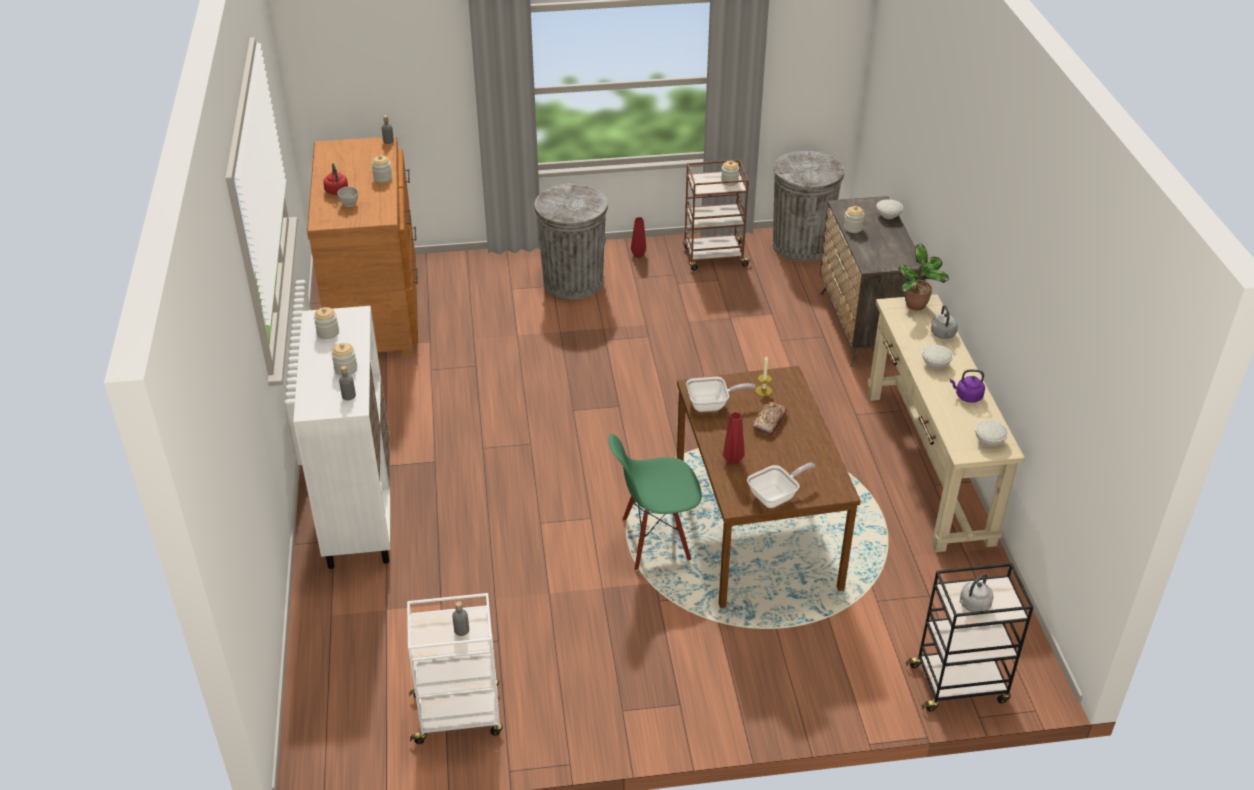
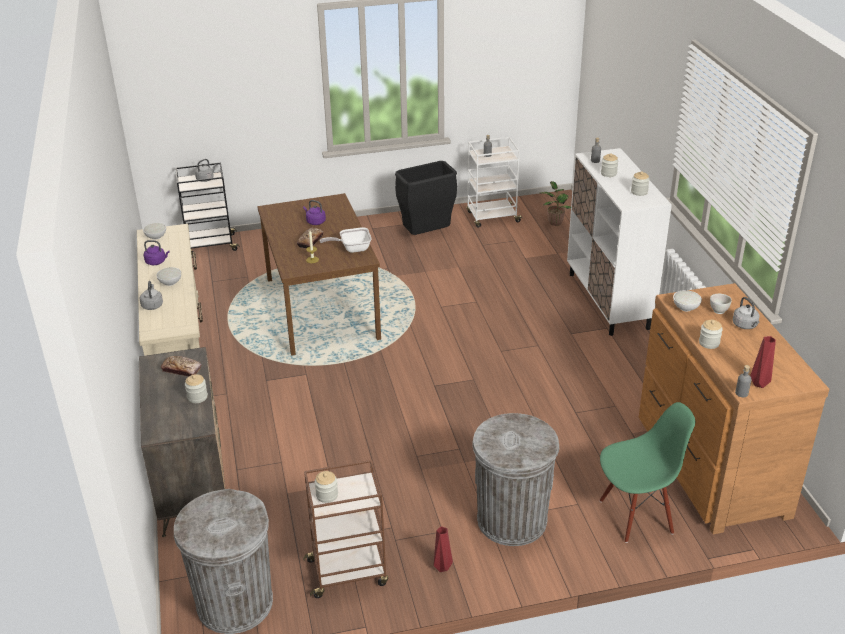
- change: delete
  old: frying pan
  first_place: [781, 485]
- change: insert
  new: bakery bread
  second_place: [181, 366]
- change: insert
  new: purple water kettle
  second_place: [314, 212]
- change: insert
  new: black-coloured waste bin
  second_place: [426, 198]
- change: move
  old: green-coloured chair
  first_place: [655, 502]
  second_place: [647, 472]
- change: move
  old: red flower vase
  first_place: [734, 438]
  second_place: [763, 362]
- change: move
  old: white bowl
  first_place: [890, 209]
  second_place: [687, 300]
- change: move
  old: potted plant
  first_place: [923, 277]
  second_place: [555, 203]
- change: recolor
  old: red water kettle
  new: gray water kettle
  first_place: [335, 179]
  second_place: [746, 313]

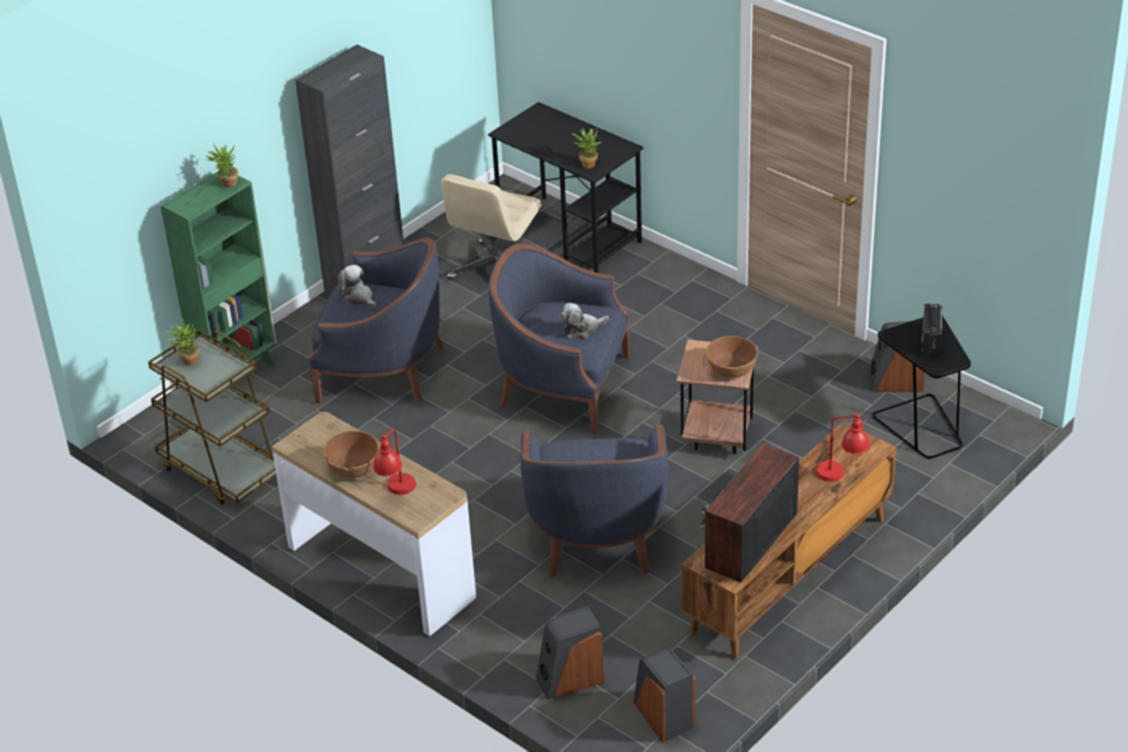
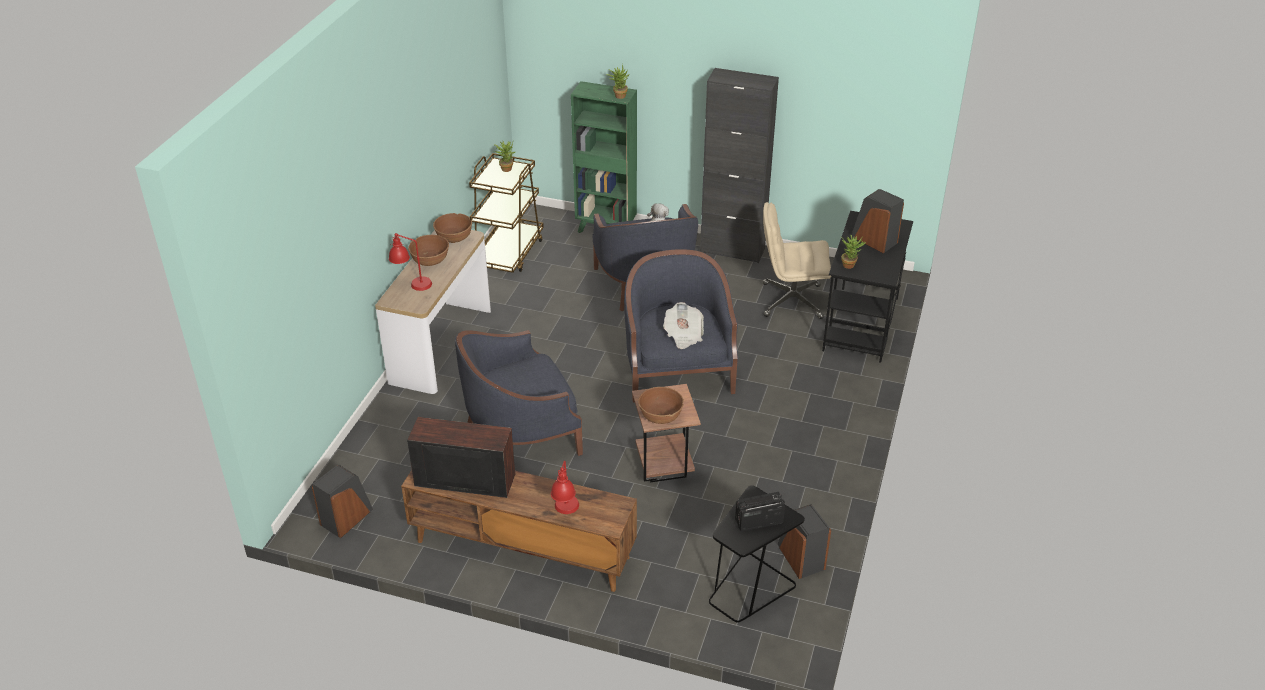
- change: insert
  new: brown bowl
  second_place: [452, 228]
- change: move
  old: loudspeaker
  first_place: [570, 652]
  second_place: [878, 221]
- change: replace
  old: plush toy
  new: daily paper
  first_place: [584, 321]
  second_place: [683, 325]

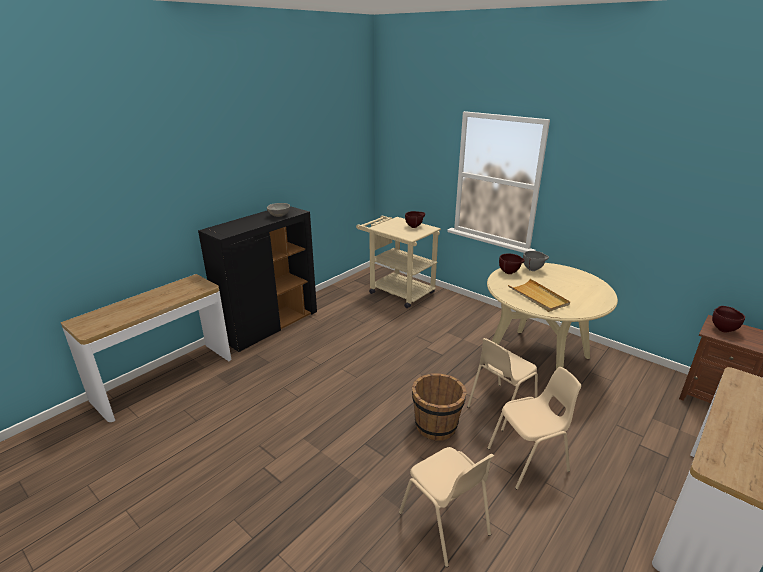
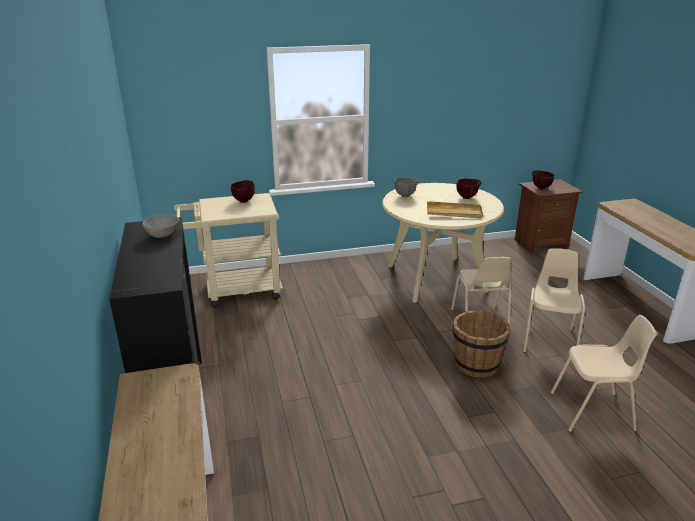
- change: move
  old: brown bowl
  first_place: [512, 264]
  second_place: [469, 188]

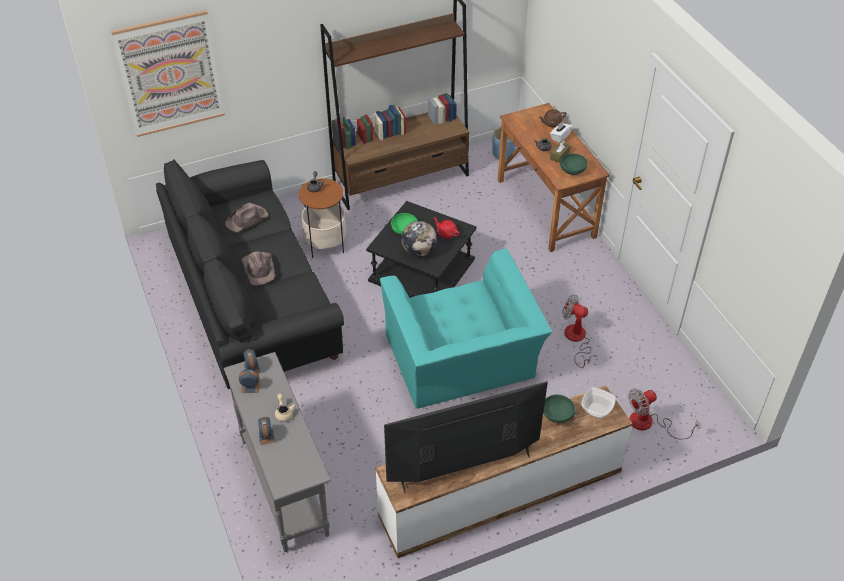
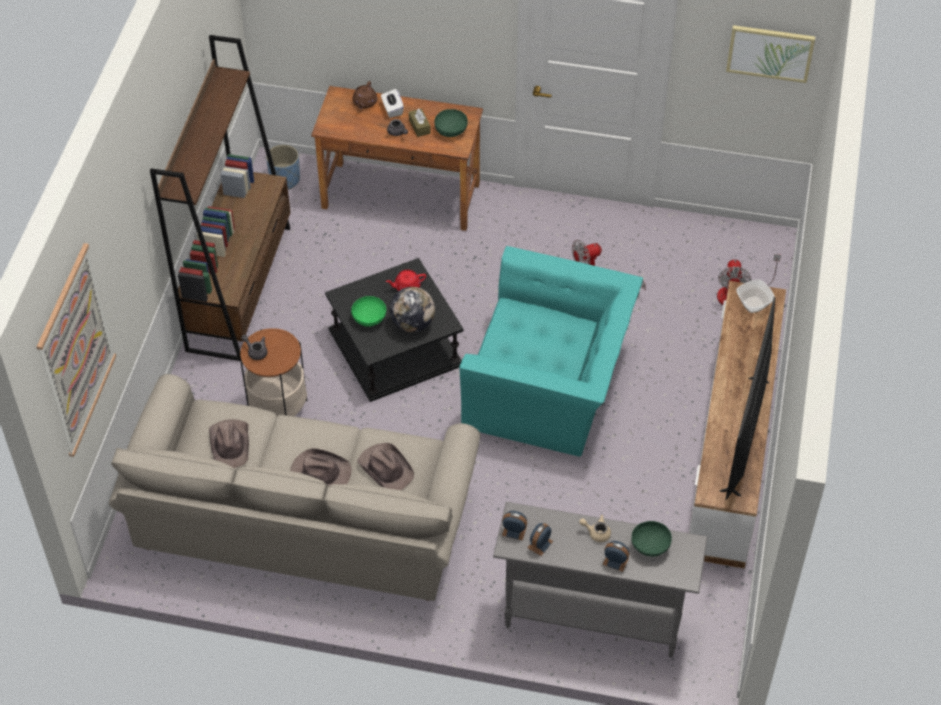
- change: insert
  new: brown hat
  second_place: [385, 466]
- change: insert
  new: picture
  second_place: [770, 54]
- change: move
  old: green-coloured bowl
  first_place: [559, 408]
  second_place: [651, 539]
- change: recolor
  old: black-coloured sofa
  new: sand-coloured sofa
  first_place: [250, 274]
  second_place: [294, 487]

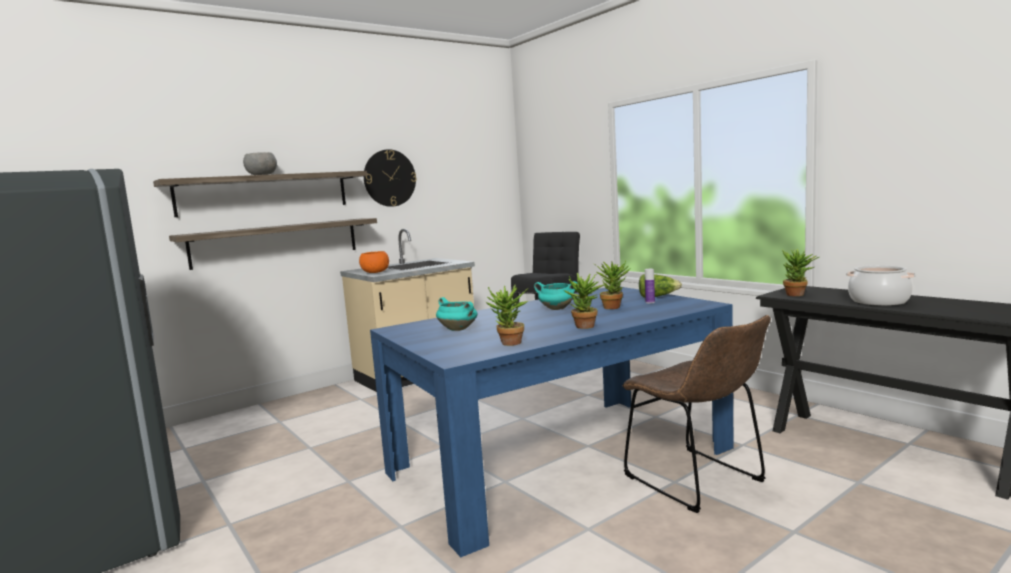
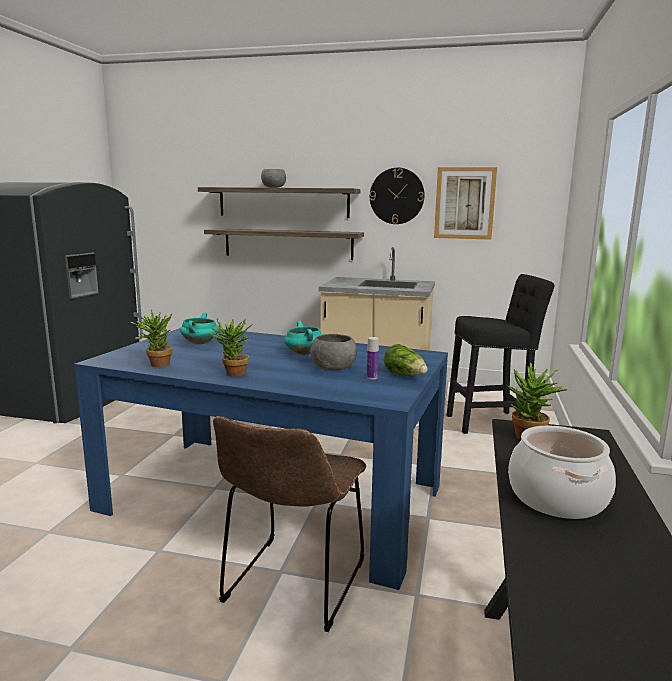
- change: delete
  old: orange-coloured bowl
  first_place: [374, 262]
- change: insert
  new: picture
  second_place: [465, 203]
- change: replace
  old: potted plant
  new: gray bowl
  first_place: [612, 285]
  second_place: [333, 352]

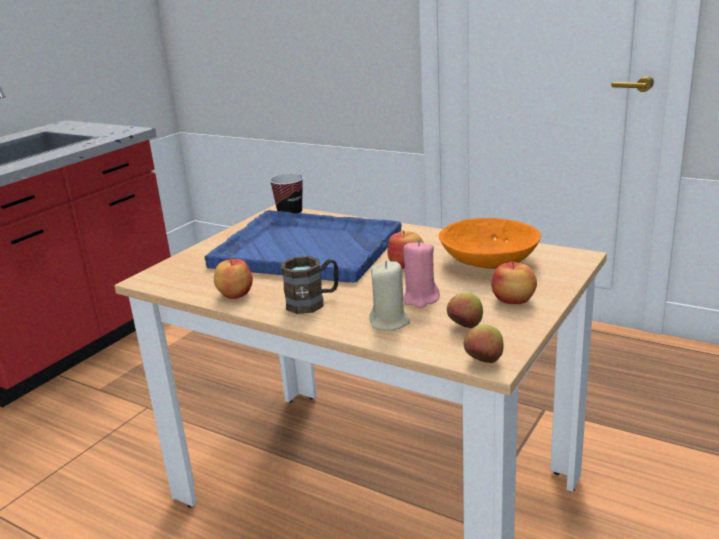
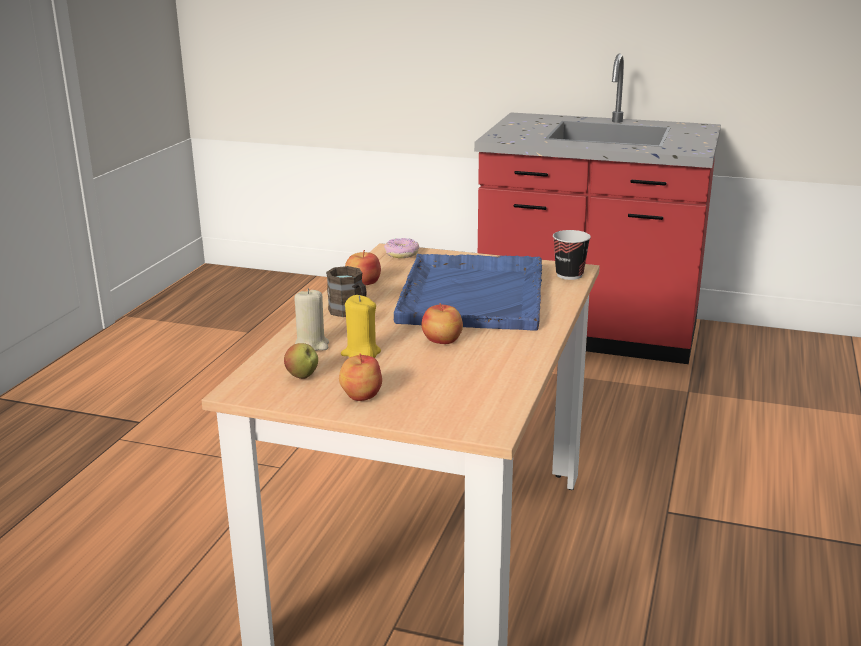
- change: delete
  old: orange-coloured bowl
  first_place: [489, 243]
- change: delete
  old: apple
  first_place: [484, 344]
- change: insert
  new: ring doughnut
  second_place: [401, 248]
- change: recolor
  old: pink-coloured wax candle
  new: yellowish wax candle
  first_place: [421, 274]
  second_place: [361, 326]

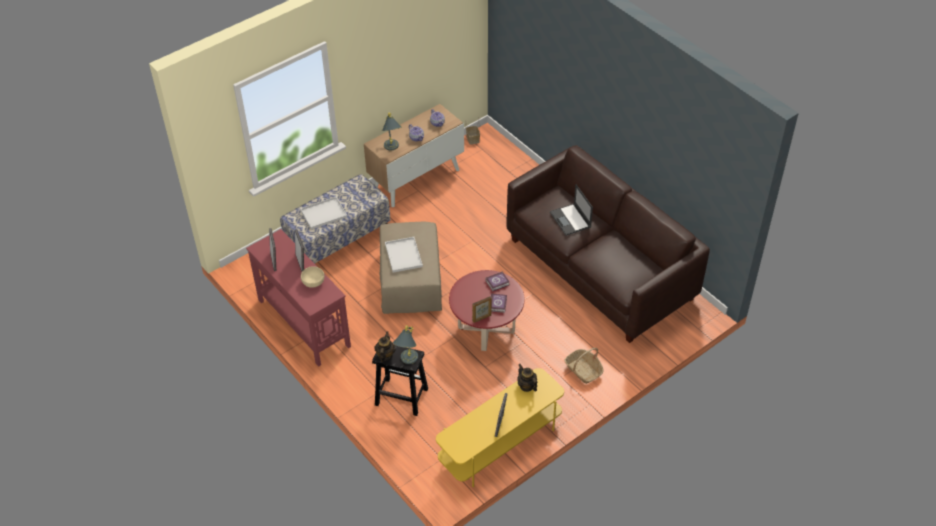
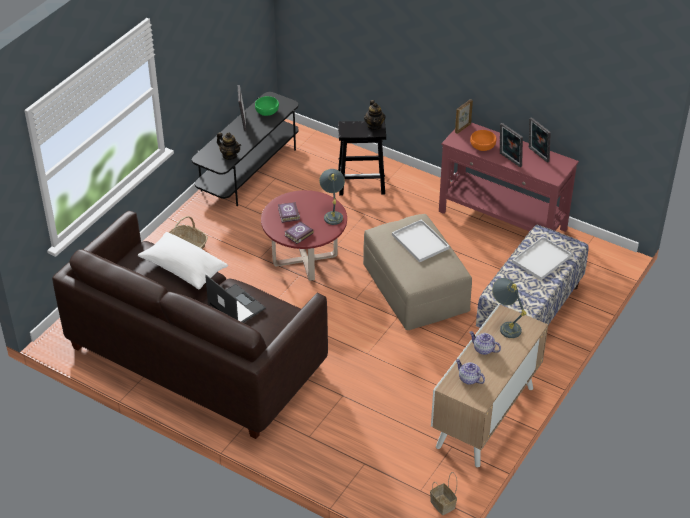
- change: insert
  new: white cushion
  second_place: [183, 260]
- change: insert
  new: green-coloured bowl
  second_place: [267, 106]
- change: move
  old: gray lamp for a table
  first_place: [405, 344]
  second_place: [332, 197]
- change: move
  old: standing frame
  first_place: [482, 309]
  second_place: [464, 116]
- change: recolor
  old: sand-coloured bowl
  new: orange-coloured bowl
  first_place: [313, 277]
  second_place: [483, 140]
- change: recolor
  old: yellowish tv stand
  new: black-coloured tv stand
  first_place: [500, 427]
  second_place: [245, 149]

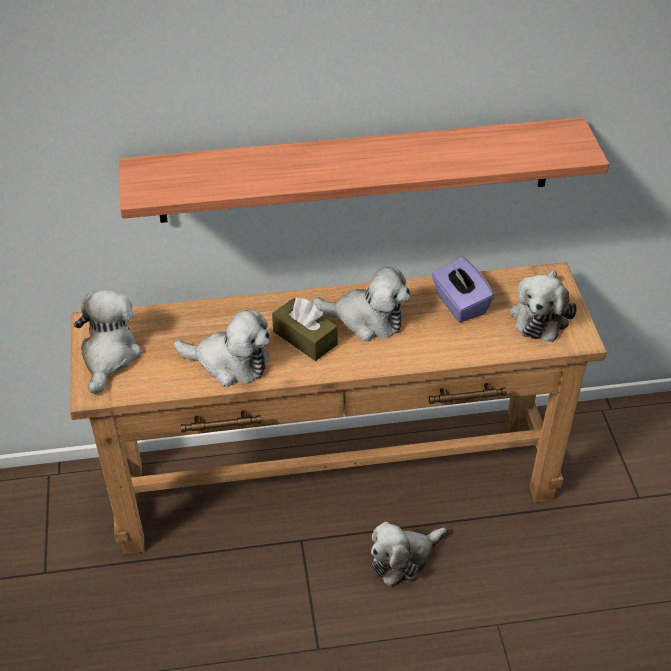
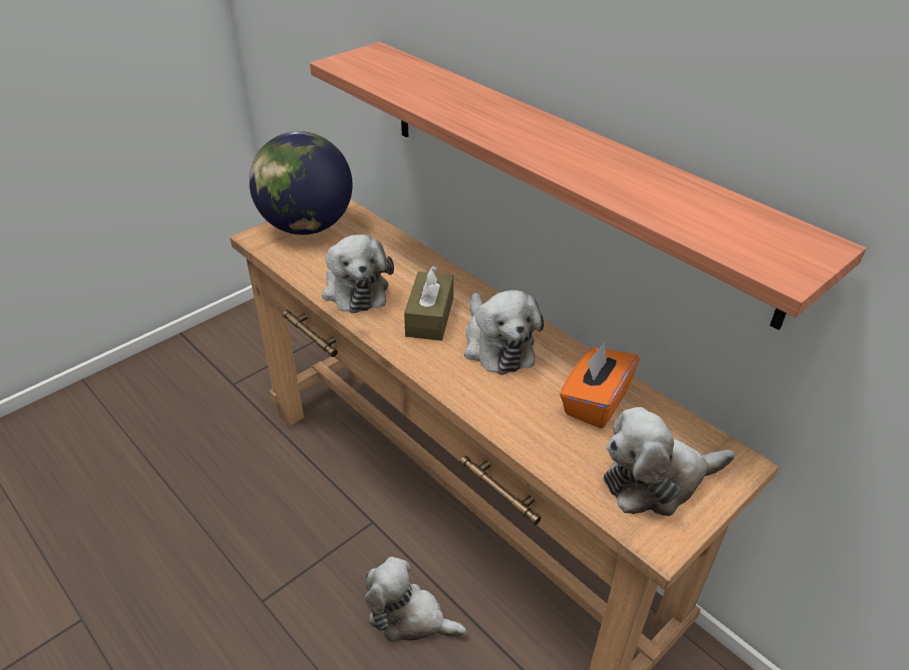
- change: replace
  old: plush toy
  new: world globe
  first_place: [107, 342]
  second_place: [301, 183]
- change: recolor
  old: purple box of tissues
  new: orange-coloured box of tissues
  first_place: [463, 289]
  second_place: [600, 386]

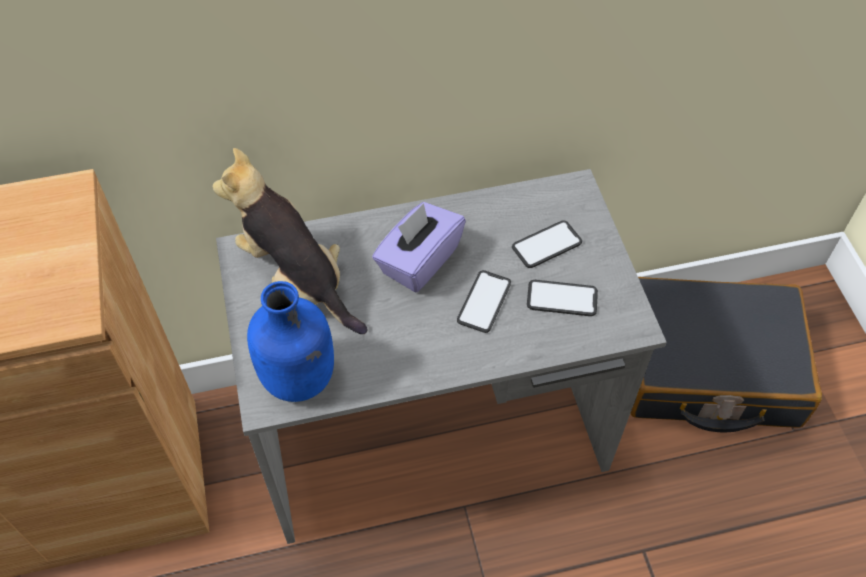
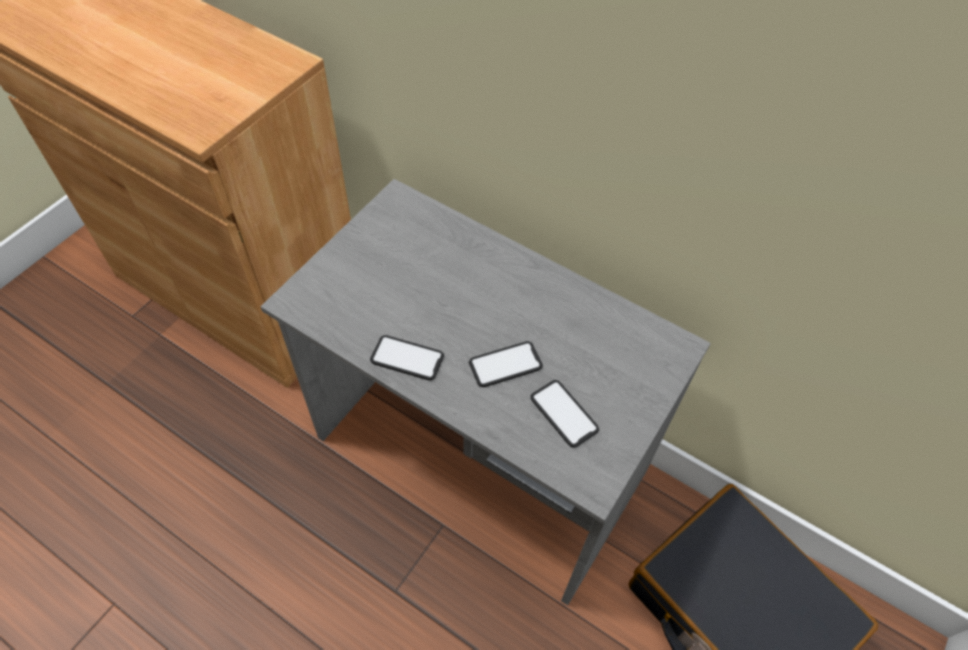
- change: delete
  old: plush toy
  first_place: [290, 241]
- change: delete
  old: bluish bottle
  first_place: [290, 341]
- change: delete
  old: purple box of tissues
  first_place: [419, 247]
- change: move
  old: phone
  first_place: [547, 244]
  second_place: [407, 357]

